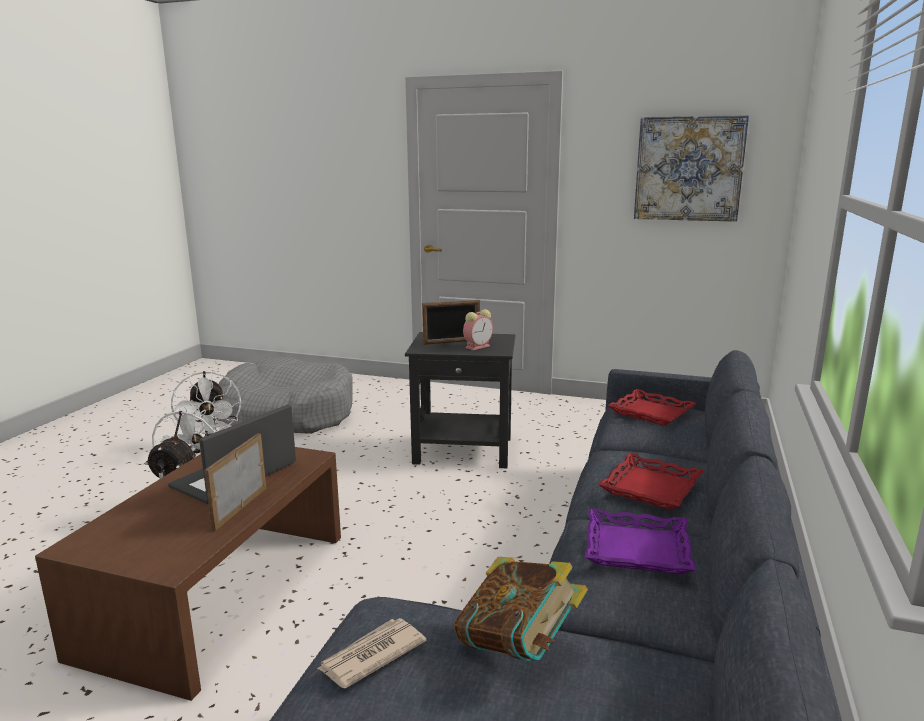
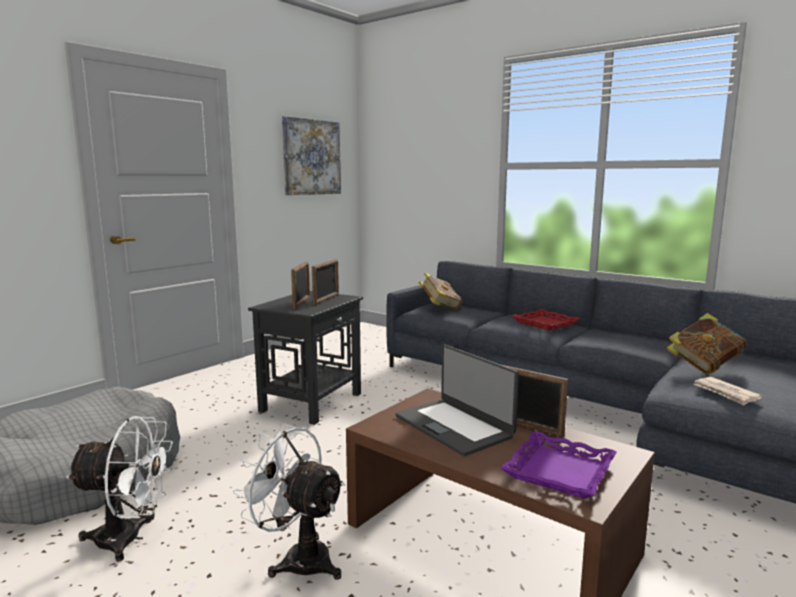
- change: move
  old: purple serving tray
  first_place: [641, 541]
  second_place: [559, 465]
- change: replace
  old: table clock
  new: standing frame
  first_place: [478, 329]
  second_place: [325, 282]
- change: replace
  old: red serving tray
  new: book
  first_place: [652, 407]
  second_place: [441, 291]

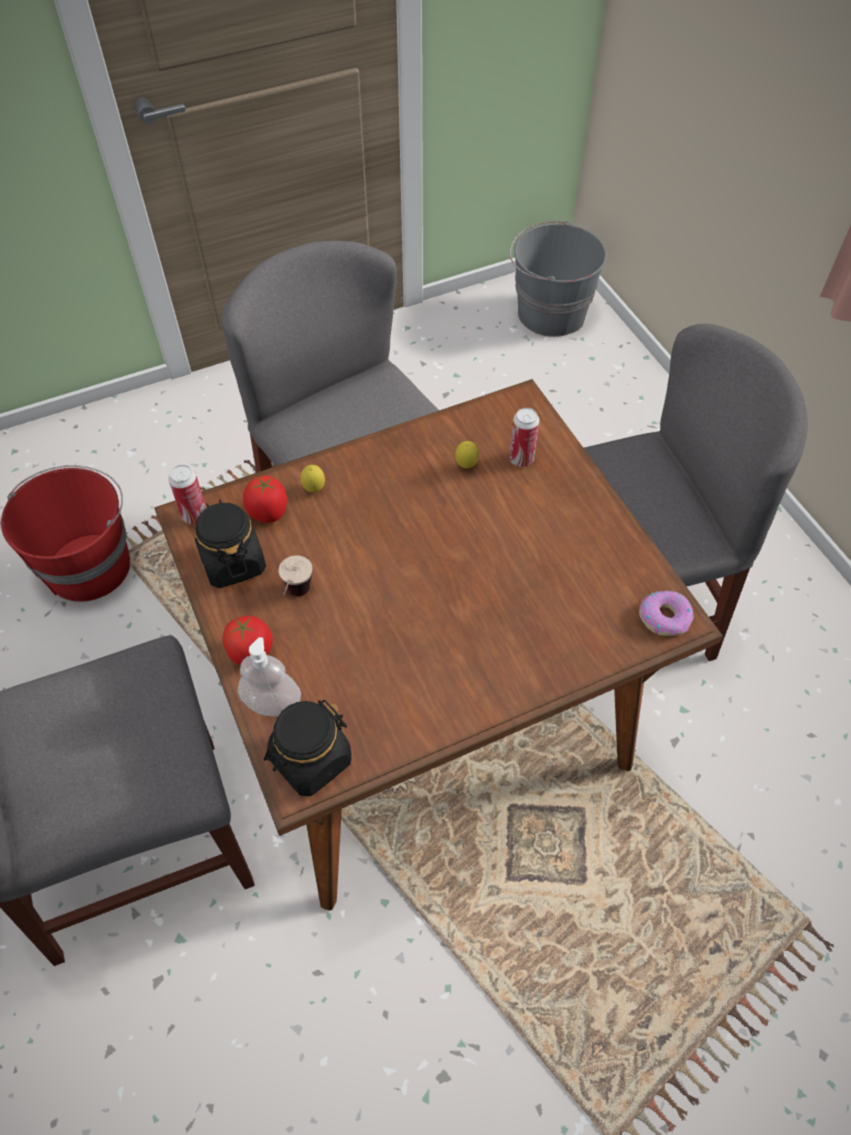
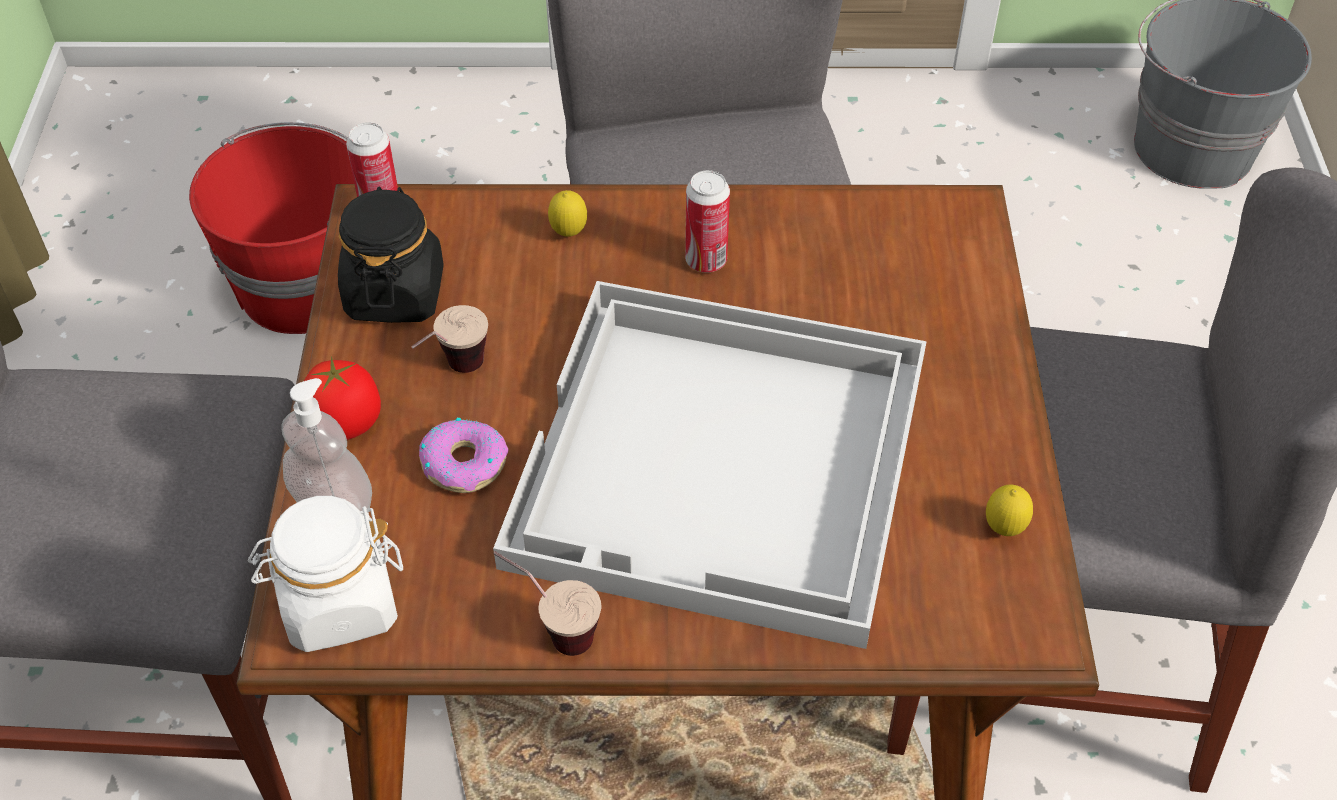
- change: delete
  old: whole tomato
  first_place: [265, 499]
- change: insert
  new: white serving tray
  second_place: [710, 465]
- change: insert
  new: drinking cup
  second_place: [547, 603]
- change: move
  old: citrus fruit
  first_place: [467, 454]
  second_place: [1009, 510]
- change: move
  old: metal can
  first_place: [524, 437]
  second_place: [707, 221]
- change: move
  old: ring doughnut
  first_place: [666, 613]
  second_place: [464, 455]
- change: recolor
  old: black-coloured storage jar
  new: white storage jar
  first_place: [308, 748]
  second_place: [325, 574]

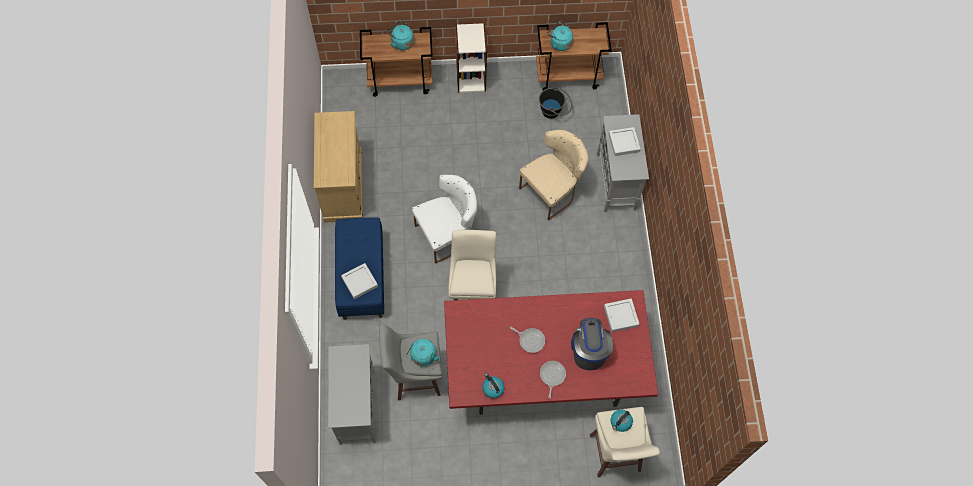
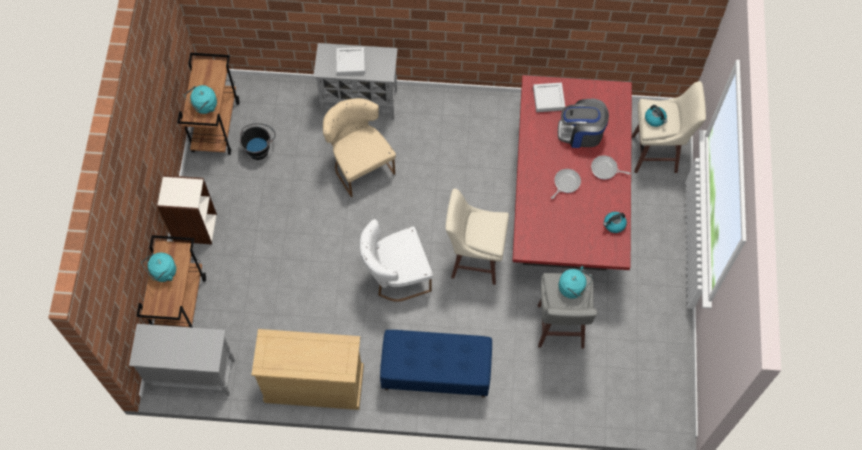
- change: delete
  old: gray serving tray
  first_place: [359, 281]
- change: move
  old: gray cabinet
  first_place: [352, 394]
  second_place: [182, 360]
- change: rotate
  old: white chair
  first_place: [444, 219]
  second_place: [396, 260]
  degrees: -90

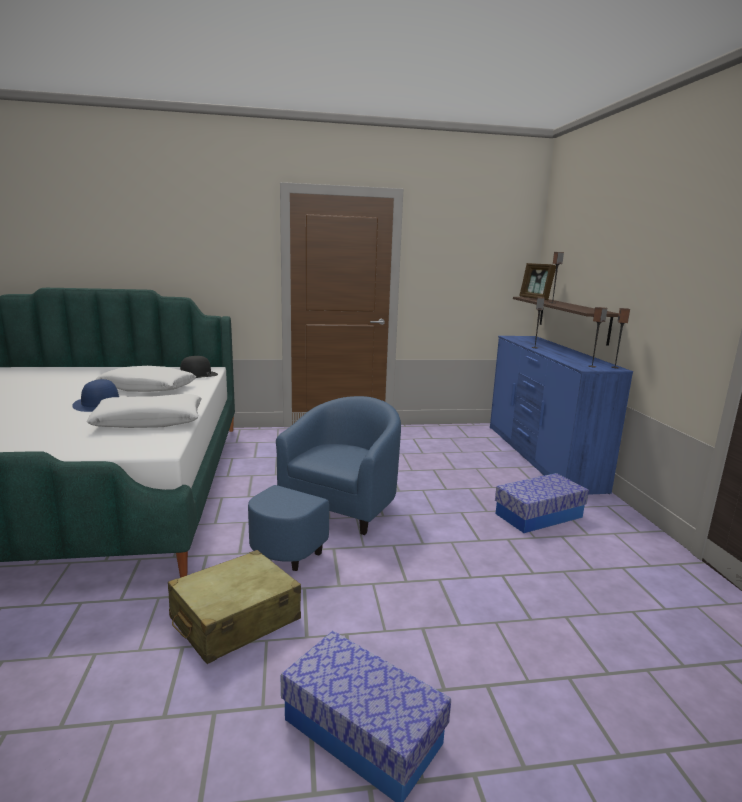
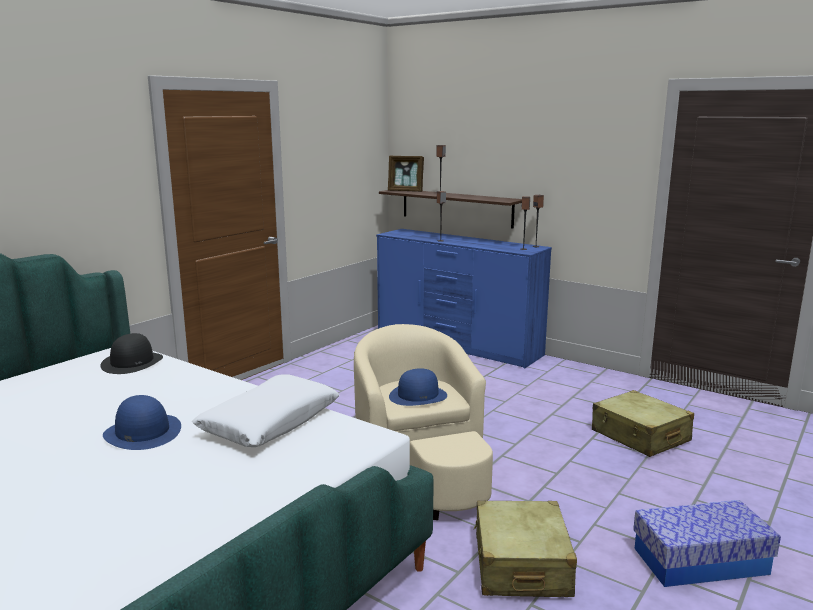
- change: delete
  old: white cushion
  first_place: [146, 379]
- change: delete
  old: storage container
  first_place: [542, 503]
- change: insert
  new: bluish hat
  second_place: [418, 387]
- change: insert
  new: sand-coloured travel case
  second_place: [643, 423]
- change: recolor
  old: bluish lounge chair
  new: sand-coloured lounge chair
  first_place: [324, 483]
  second_place: [423, 422]

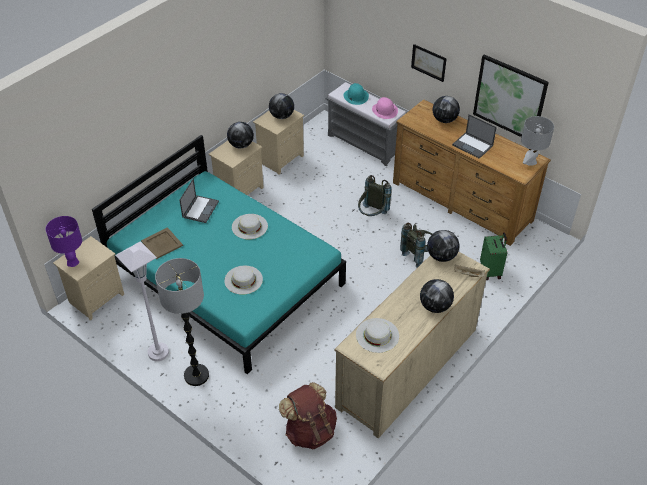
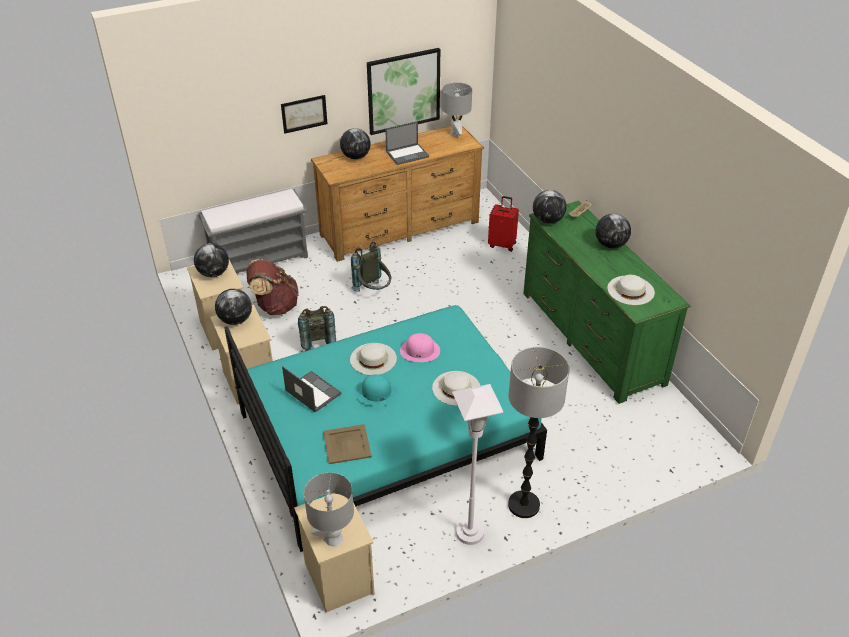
- change: move
  old: brown knapsack
  first_place: [308, 415]
  second_place: [273, 287]
- change: move
  old: turquoise hat
  first_place: [356, 94]
  second_place: [377, 390]
- change: move
  old: pink-coloured hat
  first_place: [385, 108]
  second_place: [420, 347]
- change: move
  old: gray knapsack
  first_place: [416, 245]
  second_place: [317, 328]
- change: recolor
  old: purple lamp for a table
  new: gray lamp for a table
  first_place: [64, 241]
  second_place: [329, 509]
- change: recolor
  old: sand-coloured chest of drawers
  new: green-coloured chest of drawers
  first_place: [412, 345]
  second_place: [607, 302]
- change: recolor
  old: green-coloured travel case
  new: red travel case
  first_place: [493, 256]
  second_place: [503, 224]

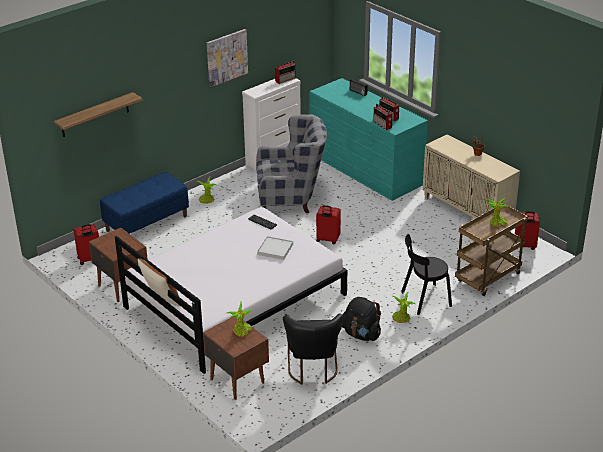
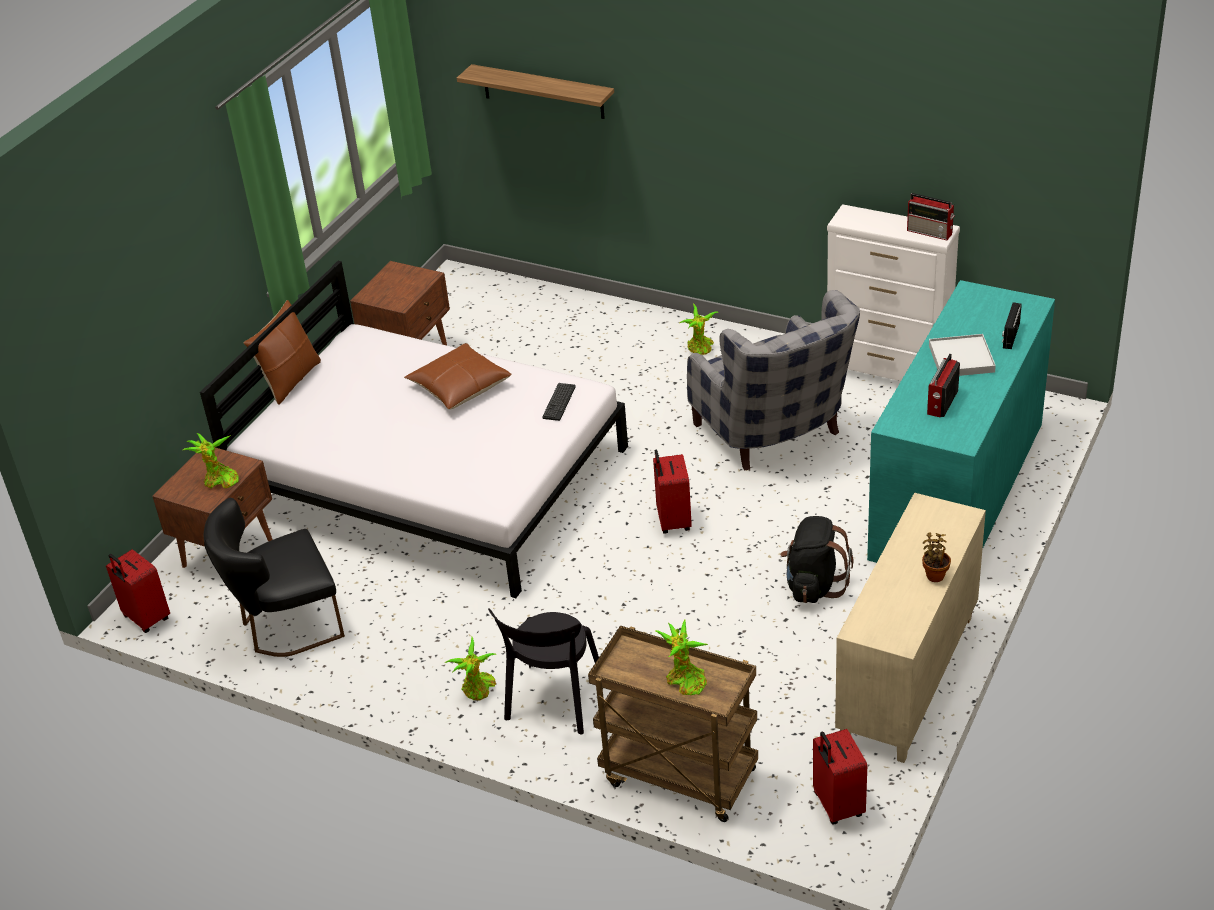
- change: delete
  old: bluish bench
  first_place: [144, 203]
- change: delete
  old: picture
  first_place: [227, 58]
- change: delete
  old: radio set
  first_place: [383, 117]
- change: insert
  new: brown cushion
  second_place: [458, 376]
- change: move
  old: red travel case
  first_place: [86, 244]
  second_place: [138, 591]
- change: move
  old: white serving tray
  first_place: [275, 248]
  second_place: [962, 355]
- change: move
  old: black-coloured knapsack
  first_place: [361, 319]
  second_place: [817, 559]
- change: rotate
  old: black-coloured chair
  first_place: [426, 274]
  second_place: [543, 671]
  degrees: -120

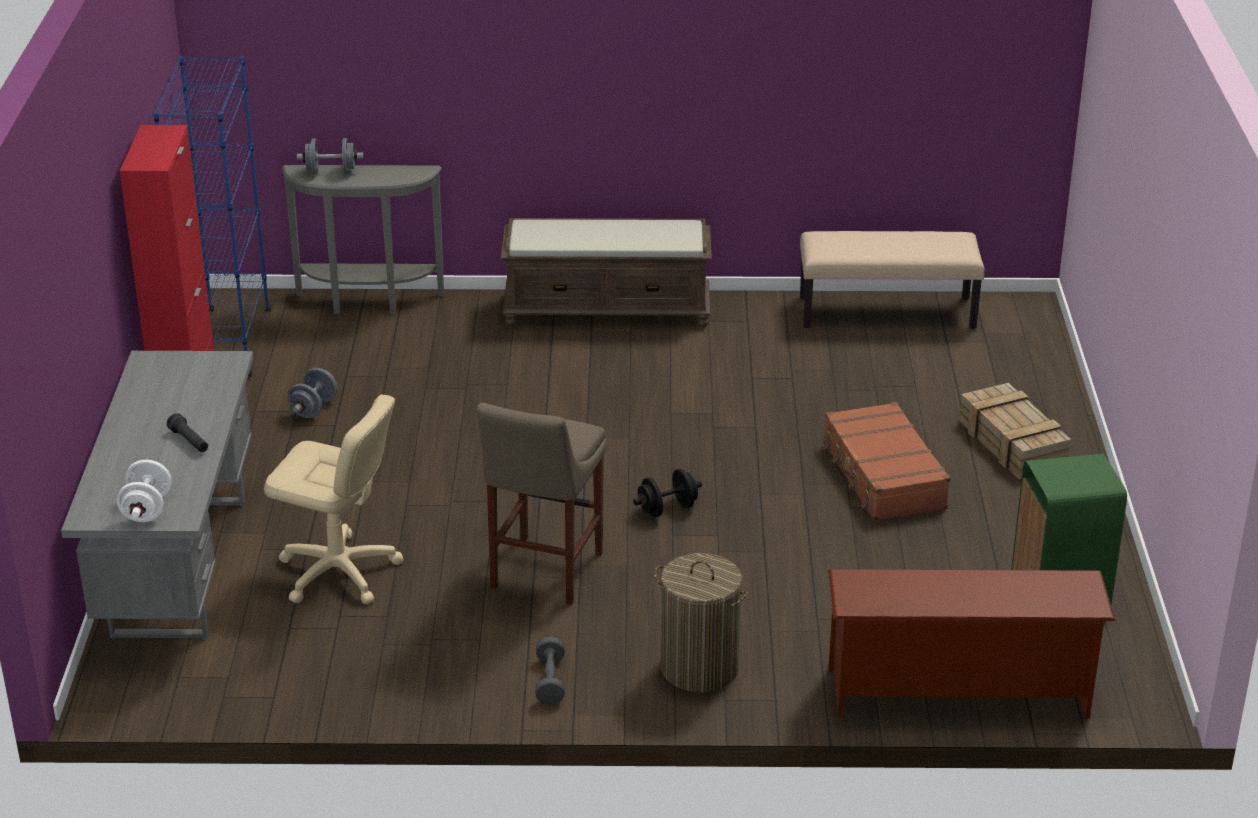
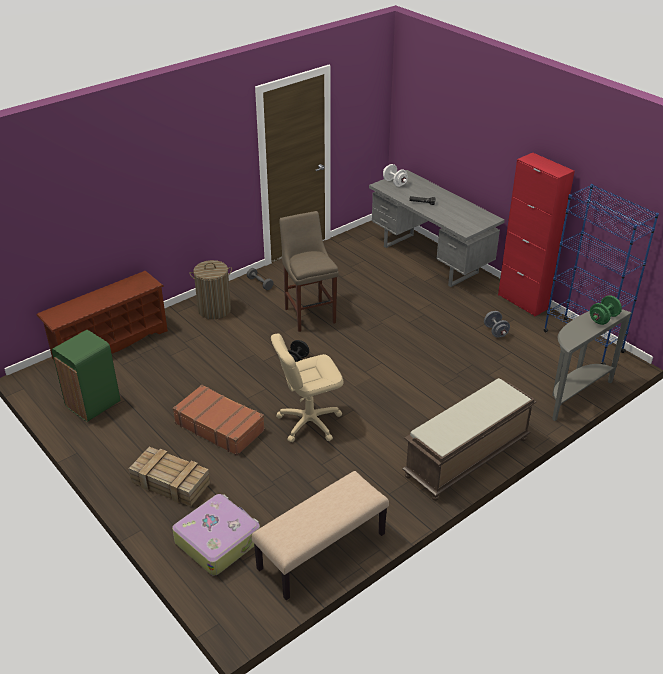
- change: insert
  new: travel case
  second_place: [216, 535]
- change: move
  old: sand-coloured office chair
  first_place: [334, 499]
  second_place: [307, 387]
- change: recolor
  old: gray dumbbell
  new: green-coloured dumbbell
  first_place: [330, 156]
  second_place: [606, 310]

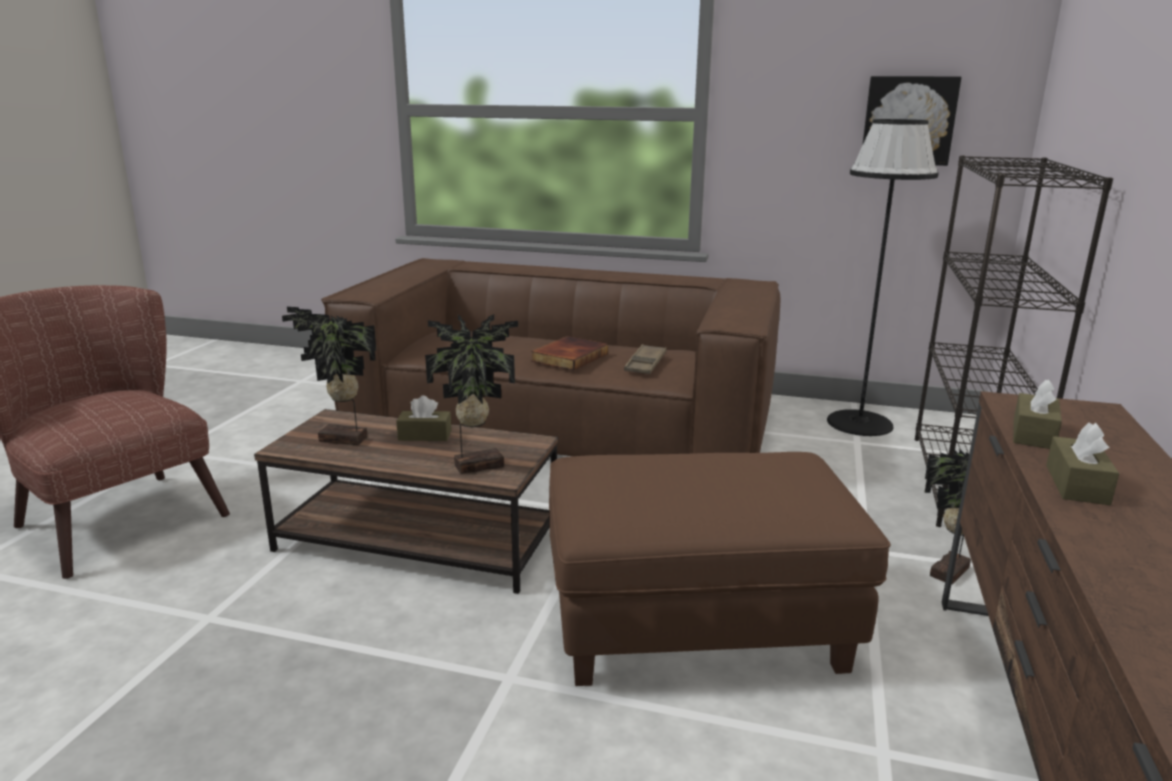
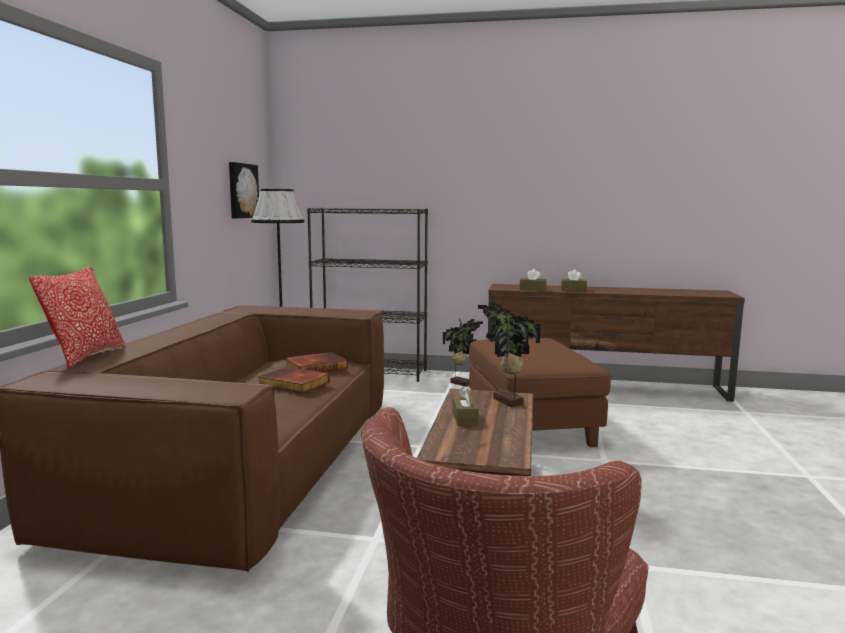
- change: delete
  old: potted plant
  first_place: [329, 376]
- change: insert
  new: cushion
  second_place: [77, 317]
- change: replace
  old: brown serving tray
  new: book
  first_place: [645, 359]
  second_place: [316, 362]

